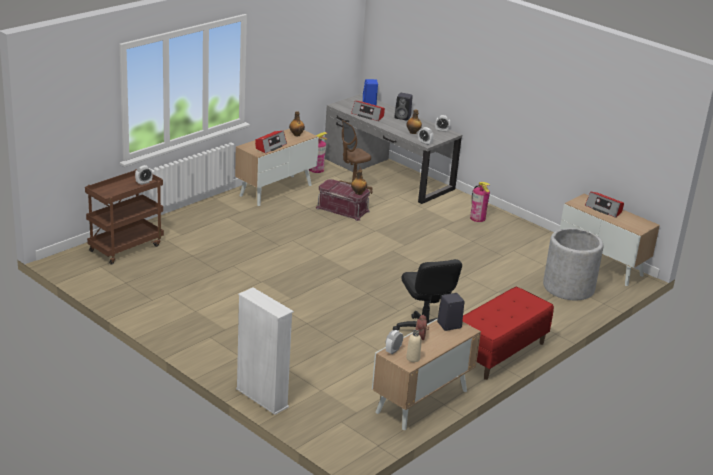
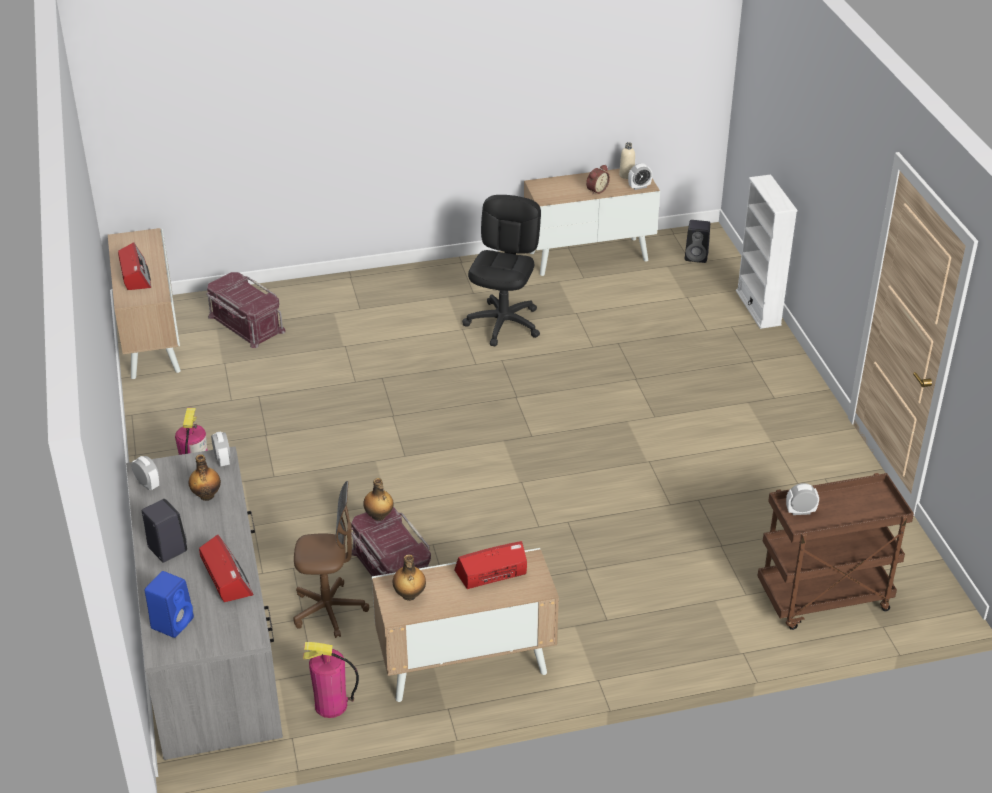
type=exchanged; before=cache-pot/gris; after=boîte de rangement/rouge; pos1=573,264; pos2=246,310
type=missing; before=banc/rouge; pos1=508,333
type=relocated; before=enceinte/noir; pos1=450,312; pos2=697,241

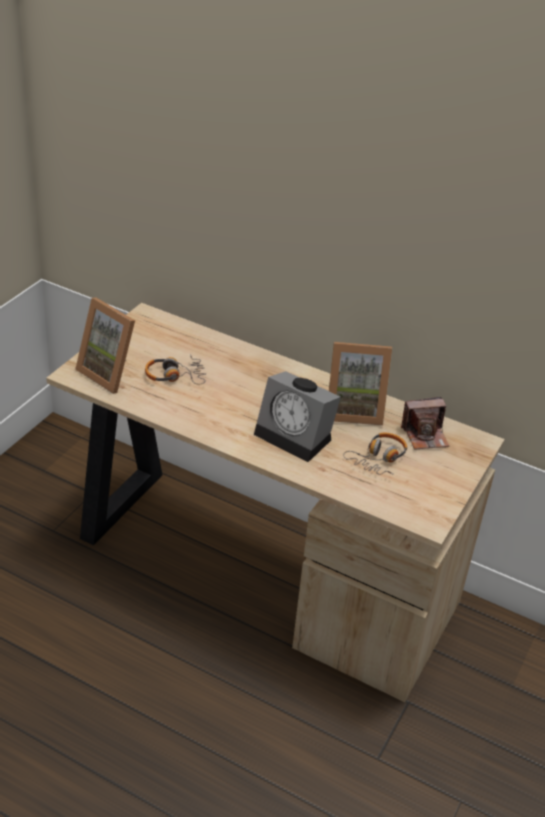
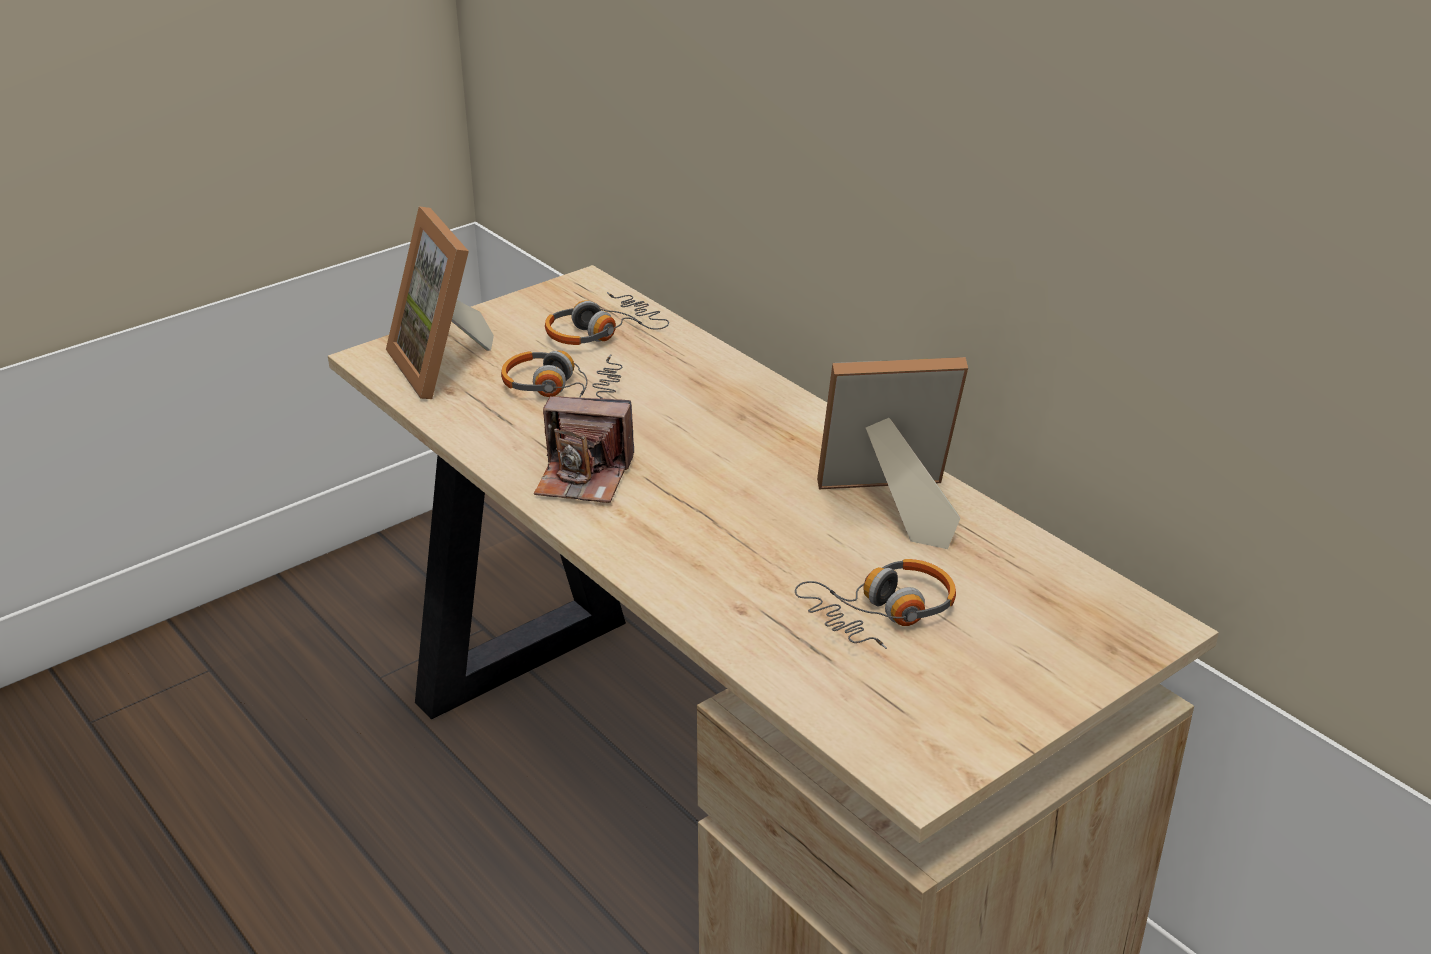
type=spun; before=cadre photo; pos1=360,384; pos2=892,453; turn=150
type=missing; before=réveil; pos1=297,416
type=relocated; before=appareil photo; pos1=425,423; pos2=584,449
type=appeared; after=casque audio; pos2=607,318

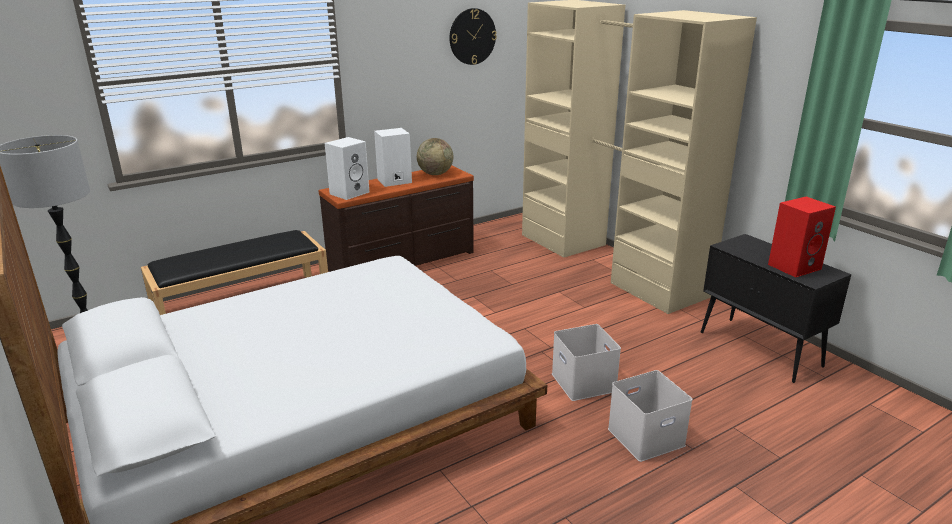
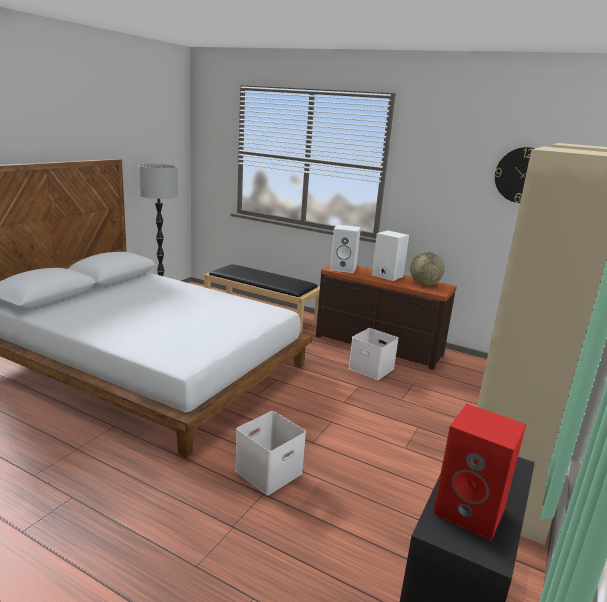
type=relocated; before=boîte de rangement/blanc; pos1=650,416; pos2=373,354

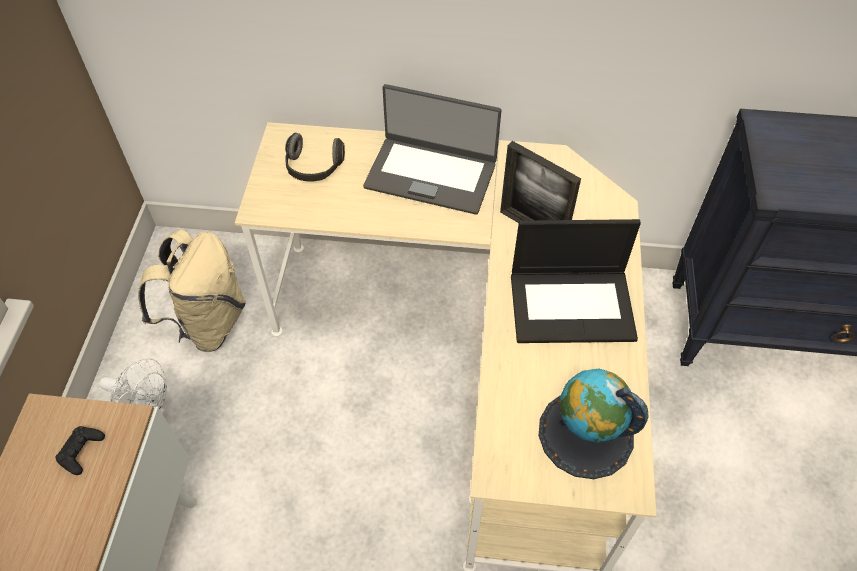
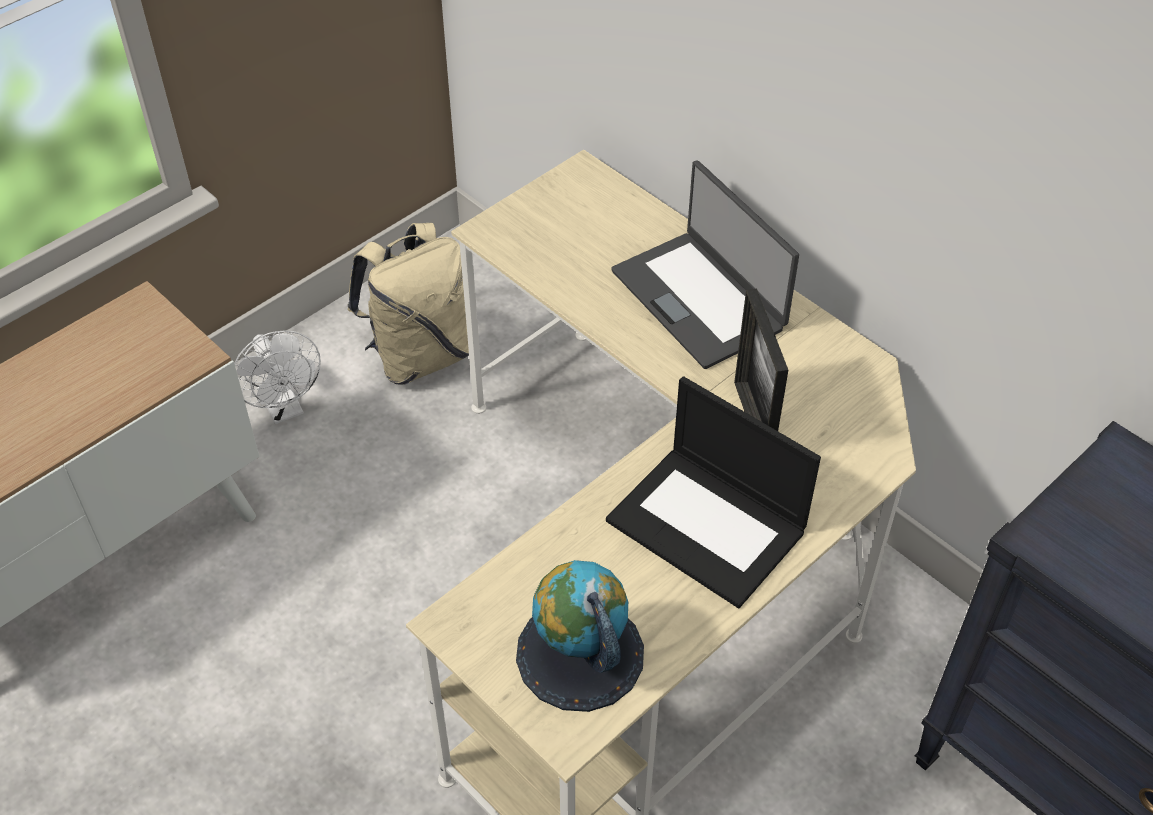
type=missing; before=casque audio; pos1=315,157
type=missing; before=manette/noir; pos1=80,450

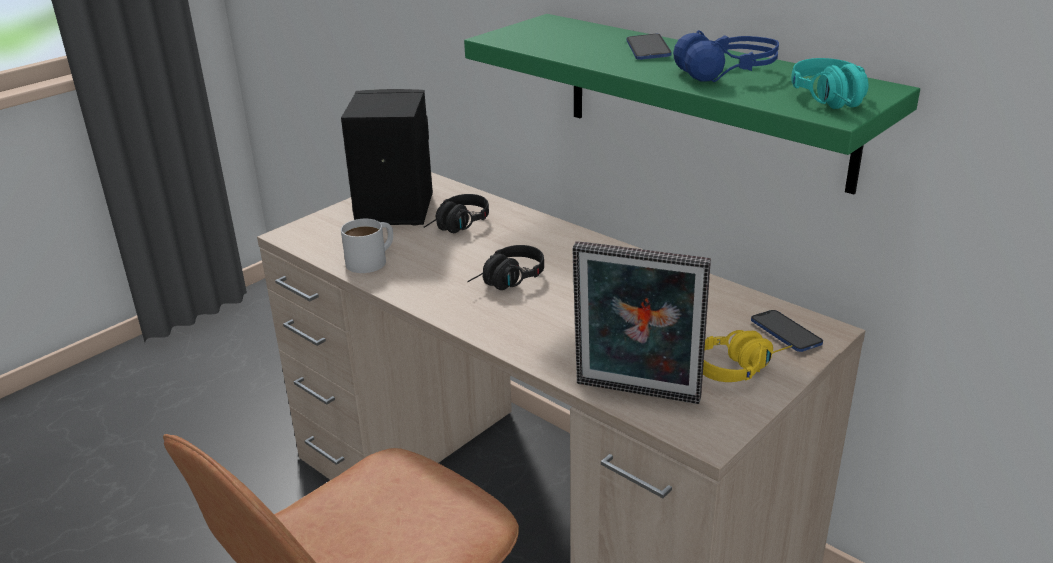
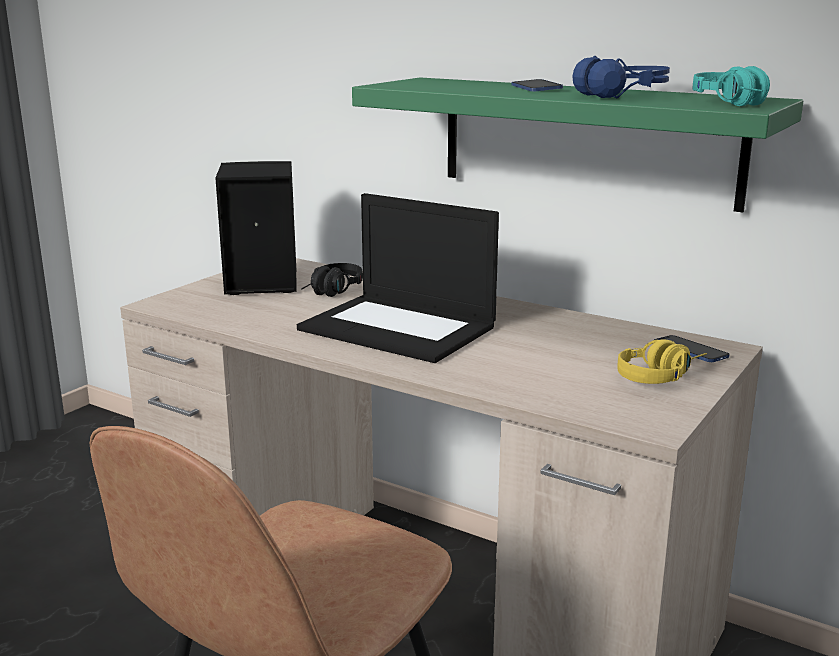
type=missing; before=mug/blanc; pos1=367,246
type=missing; before=cadre photo; pos1=641,322
type=exchanged; before=casque audio/noir; after=ordinateur portable; pos1=505,267; pos2=398,278

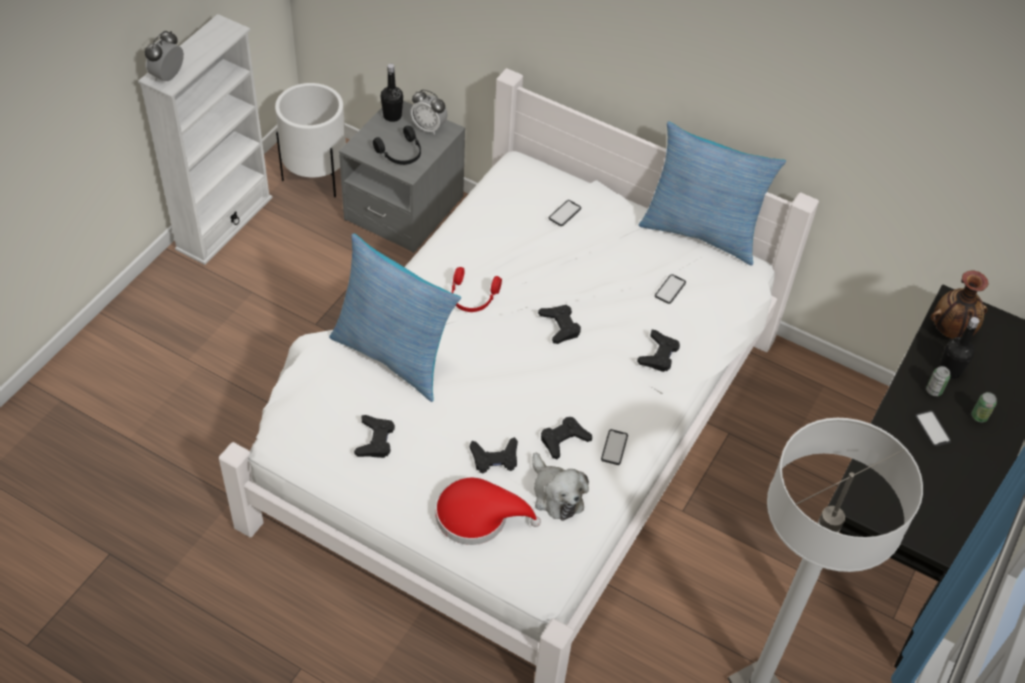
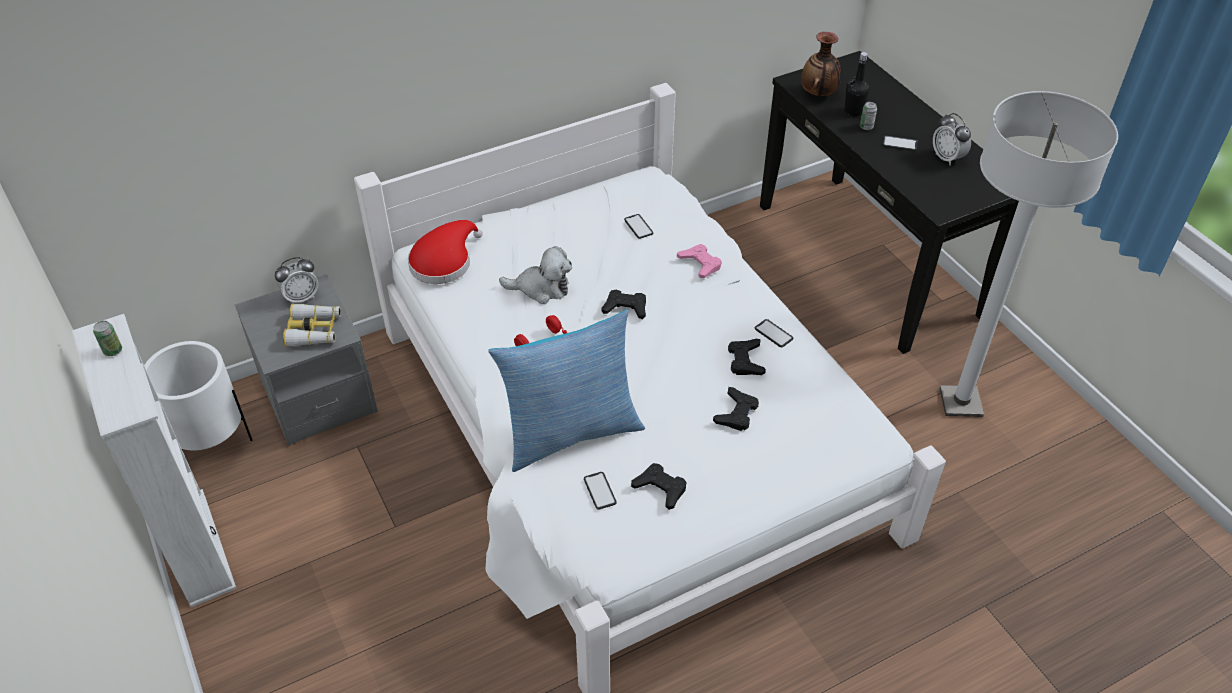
type=relocated; before=réveil; pos1=164,56; pos2=952,139
type=missing; before=bouteille/noir; pos1=392,93
type=missing; before=coussin; pos1=712,193
type=exchanged; before=casque audio/noir; after=jumelles; pos1=397,145; pos2=312,325
type=relocated; before=téléphone; pos1=565,213; pos2=600,491
type=colour; before=manette/noir; after=manette/rose; pos1=658,351; pos2=699,261
type=relocated; before=boîte métallique; pos1=984,407; pos2=107,338
type=relocated; before=peluche; pos1=560,487; pos2=535,275
type=relocated; before=chapeau/rouge; pos1=488,511; pos2=445,252

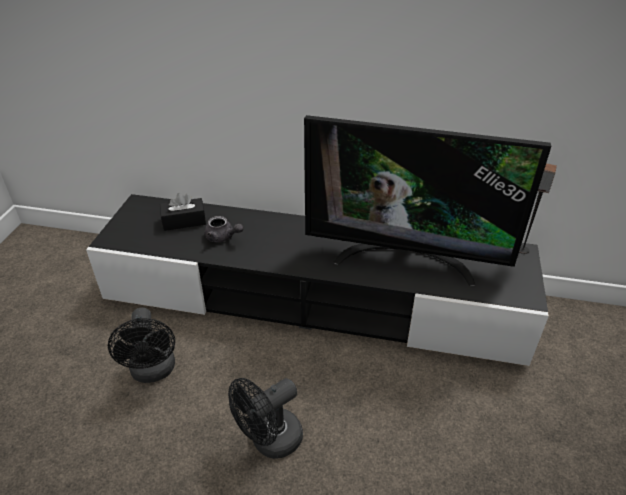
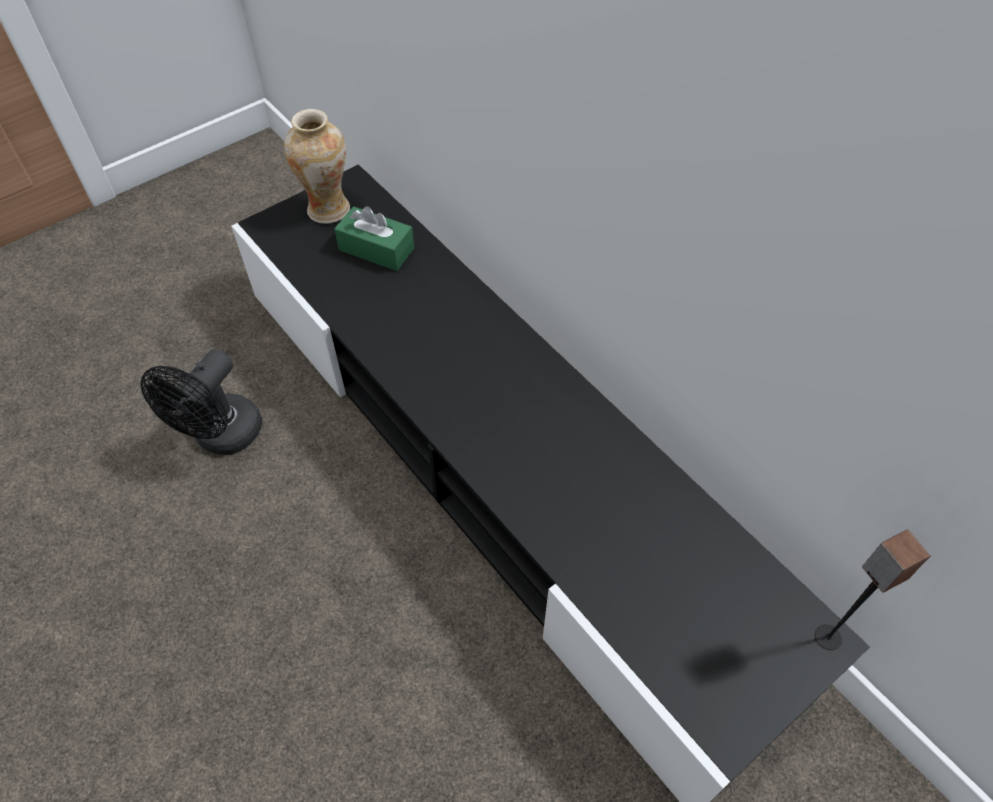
type=missing; before=téléviseur; pos1=427,200
type=colour; before=boîte à mouchoirs/noir; after=boîte à mouchoirs/vert; pos1=183,212; pos2=374,238
type=missing; before=théière/gris; pos1=224,229
type=missing; before=ventilateur/noir; pos1=265,418
type=appeared; after=vase; pos2=317,166

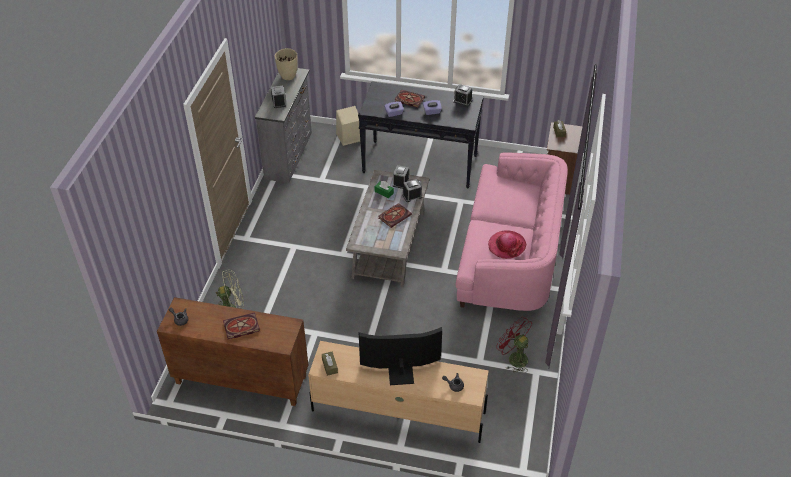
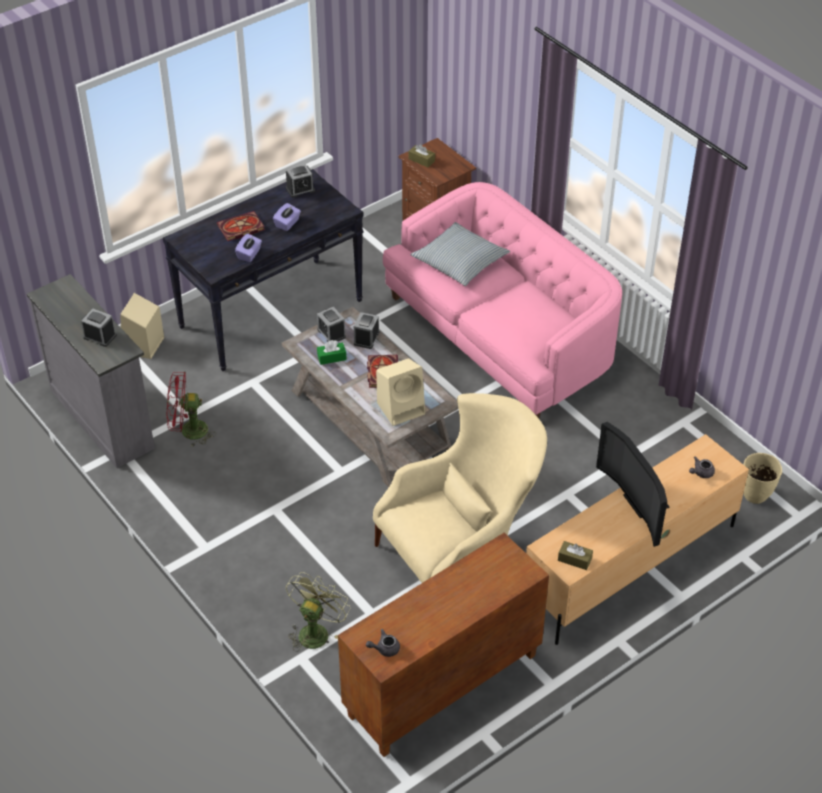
type=relocated; before=vase/beige; pos1=286,64; pos2=762,478
type=missing; before=chapeau; pos1=507,244
type=missing; before=livre; pos1=241,325
type=relocated; before=ventilateur/rouge; pos1=514,345; pos2=191,409
type=spun; before=téléviseur; pos1=400,356; pos2=632,484; turn=-60
type=appeared; after=coussin; pos2=460,254
type=appeared; after=enceinte/beige; pos2=400,392
type=appeared; after=fauteuil/beige; pos2=460,488

